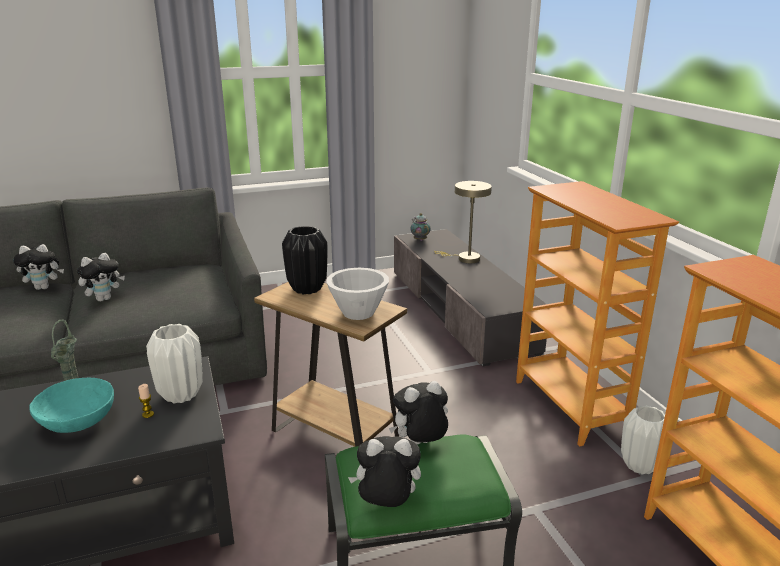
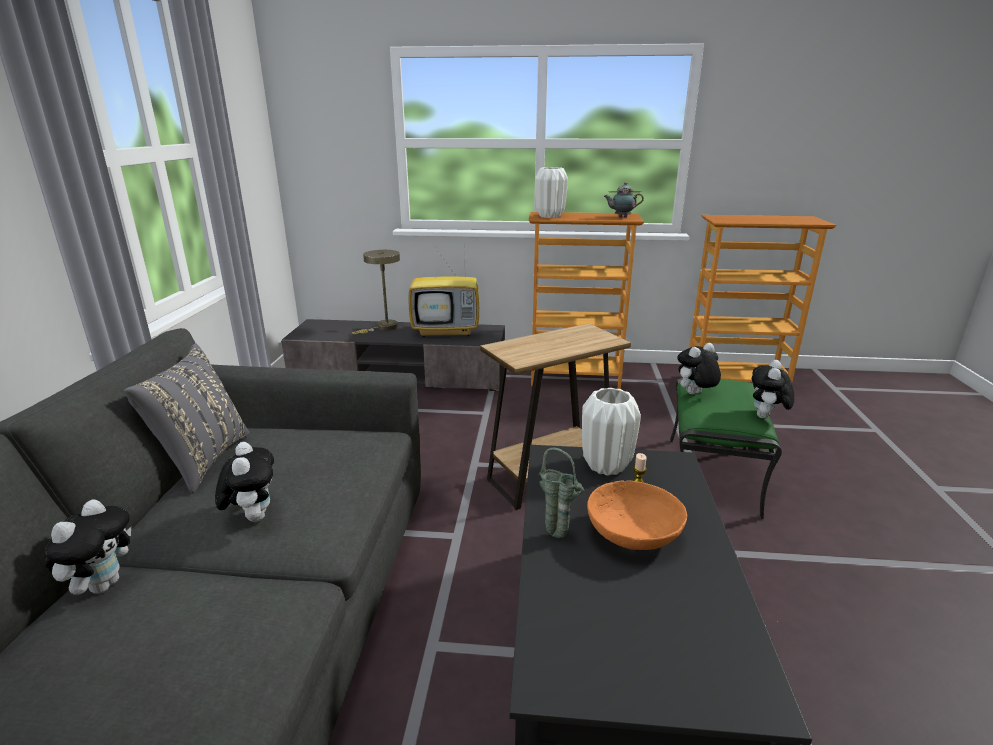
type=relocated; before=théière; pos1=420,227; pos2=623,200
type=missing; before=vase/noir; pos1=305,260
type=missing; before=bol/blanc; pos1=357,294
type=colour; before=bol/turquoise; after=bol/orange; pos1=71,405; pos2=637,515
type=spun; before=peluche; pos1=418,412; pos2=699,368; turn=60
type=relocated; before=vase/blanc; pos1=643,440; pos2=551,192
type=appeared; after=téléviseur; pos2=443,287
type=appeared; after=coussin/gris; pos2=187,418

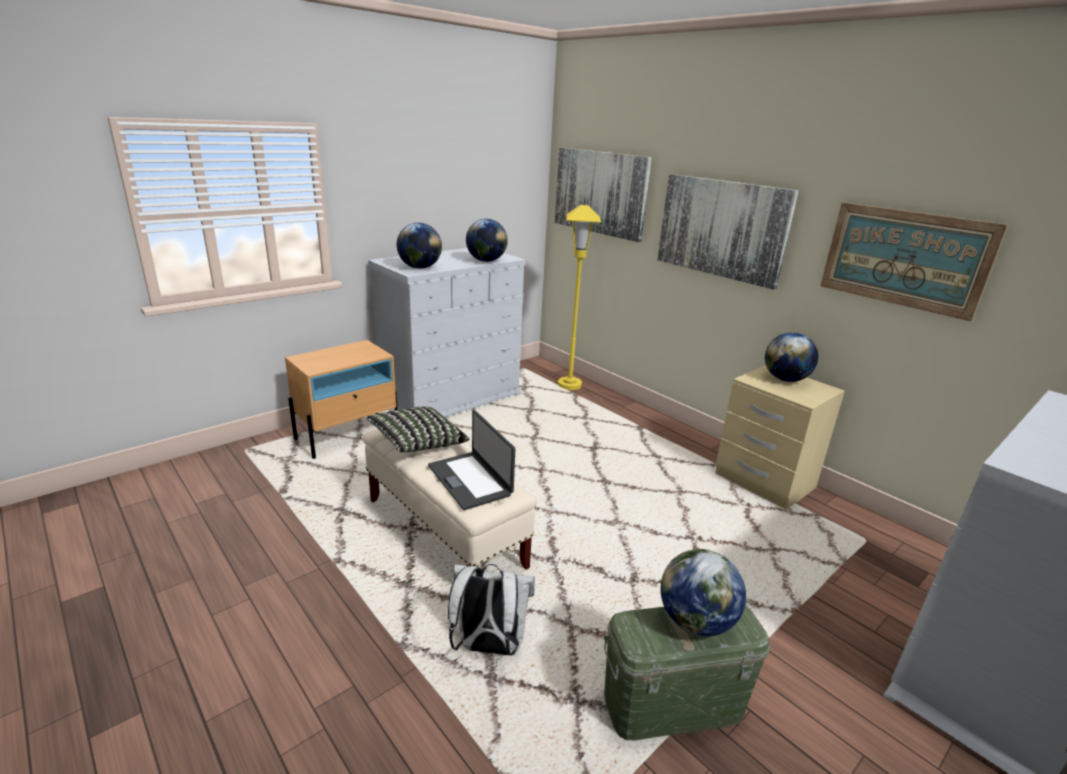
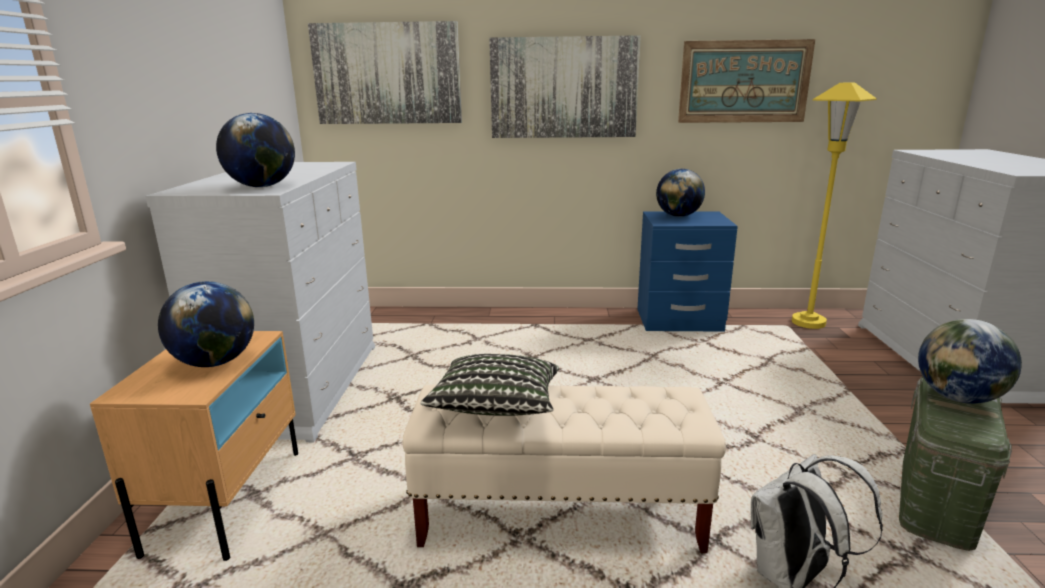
type=relocated; before=lampadaire/jaune; pos1=579,297; pos2=834,206
type=relocated; before=globe; pos1=487,240; pos2=206,324
type=colour; before=table de chevet/beige; after=table de chevet/bleu; pos1=780,437; pos2=687,271
type=missing; before=ordinateur portable; pos1=471,460

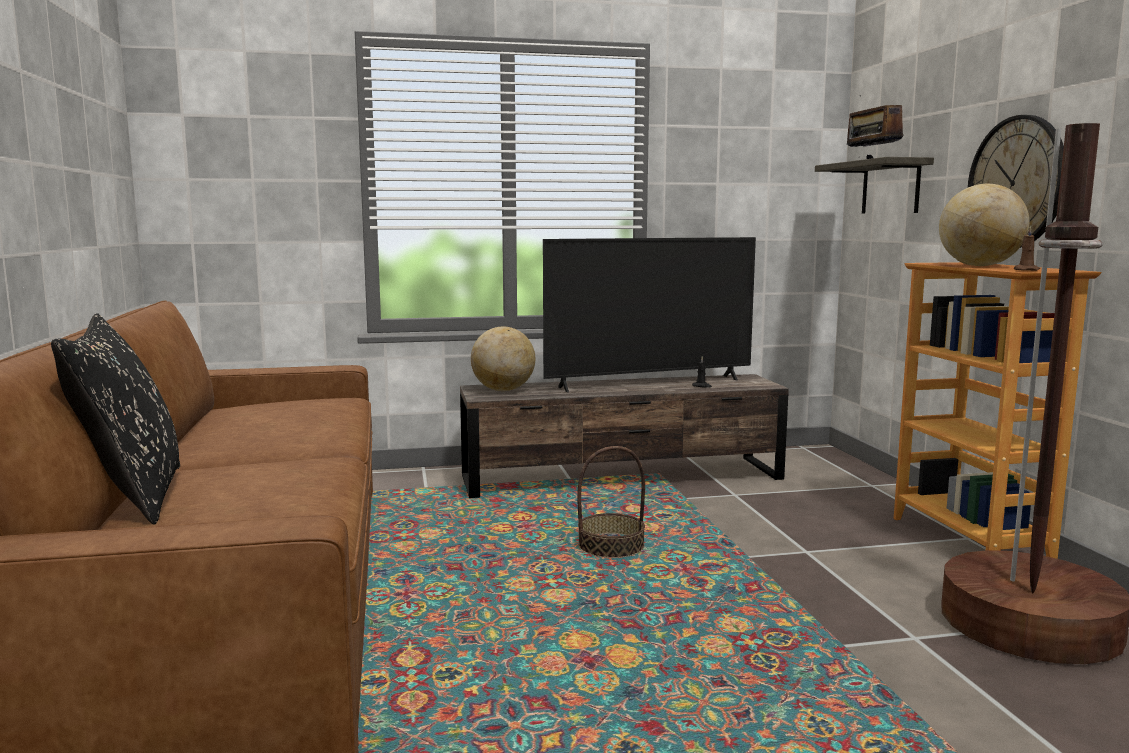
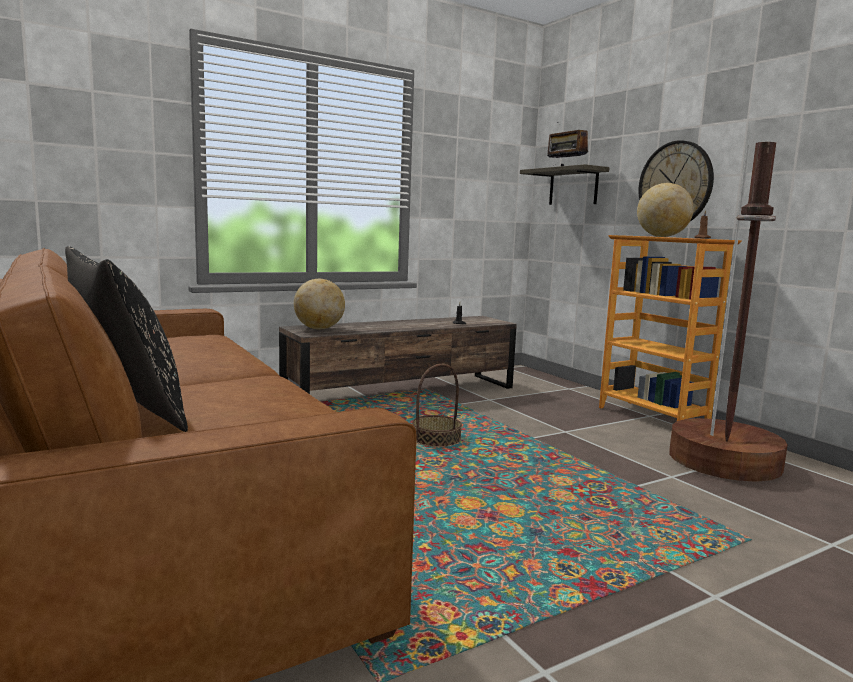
type=missing; before=téléviseur; pos1=649,315

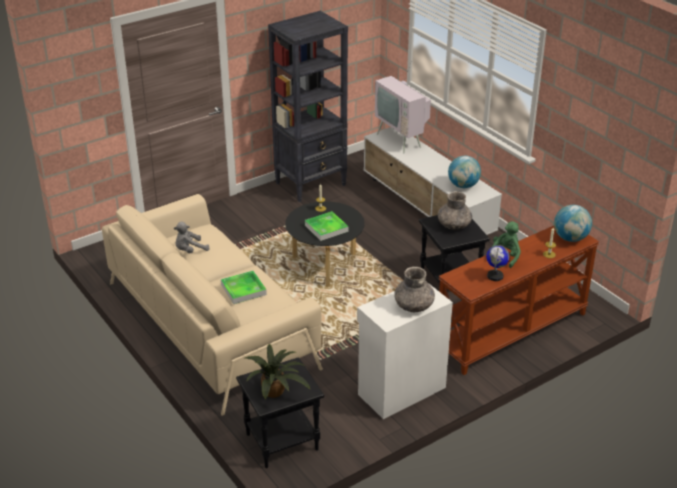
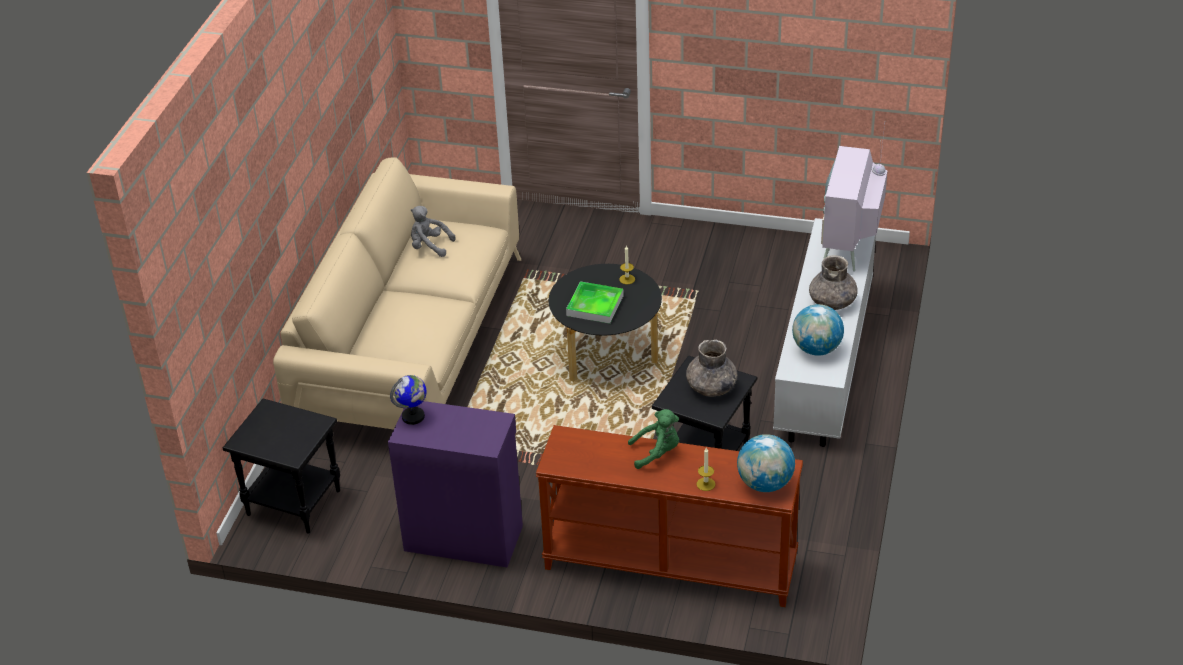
type=missing; before=bibliothèque/noir; pos1=308,106
type=relocated; before=globe; pos1=497,263; pos2=408,400
type=relocated; before=vase/gris; pos1=414,289; pos2=833,282
type=missing; before=plateau; pos1=244,287
type=colour; before=meuble de rangement/blanc; after=meuble de rangement/violet; pos1=405,350; pos2=455,484
type=missing; before=plante en pot; pos1=278,372

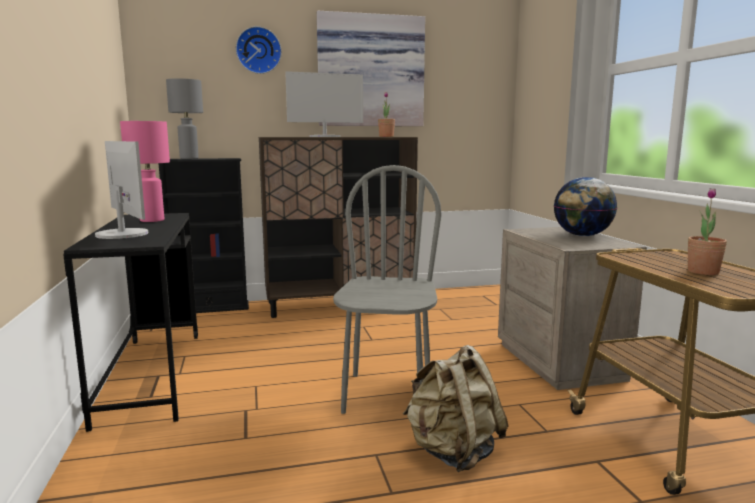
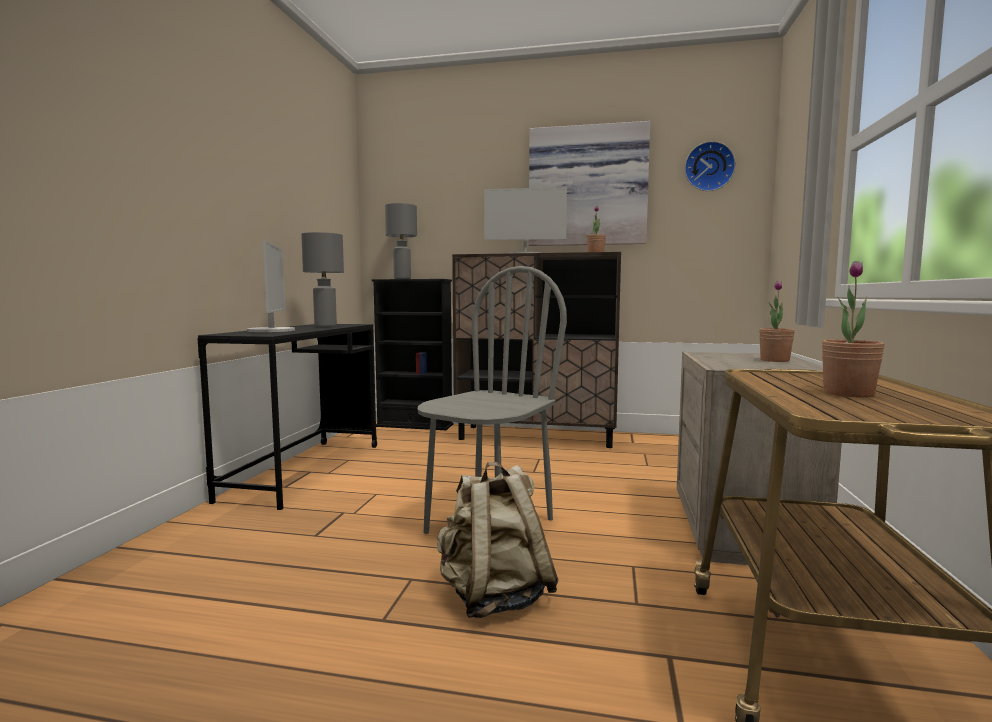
type=relocated; before=horloge murale; pos1=259,50; pos2=710,166
type=colour; before=lampe de table/rose; after=lampe de table/gris; pos1=145,171; pos2=322,279
type=exchanged; before=globe; after=plante en pot; pos1=585,206; pos2=777,321

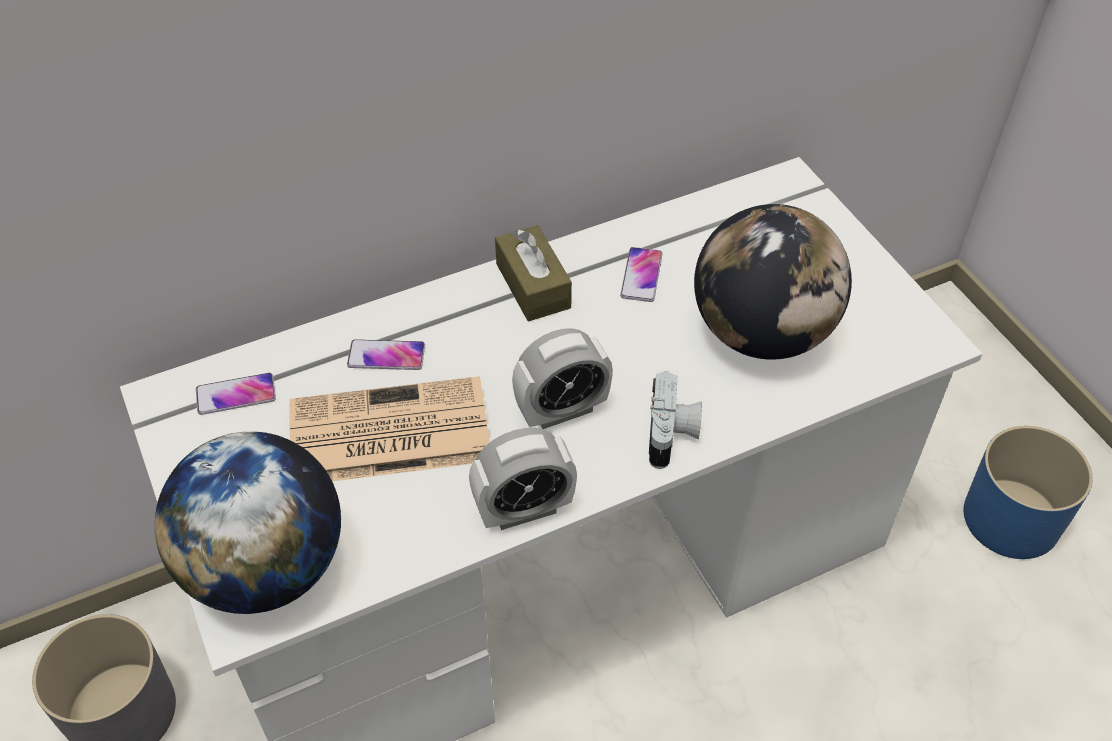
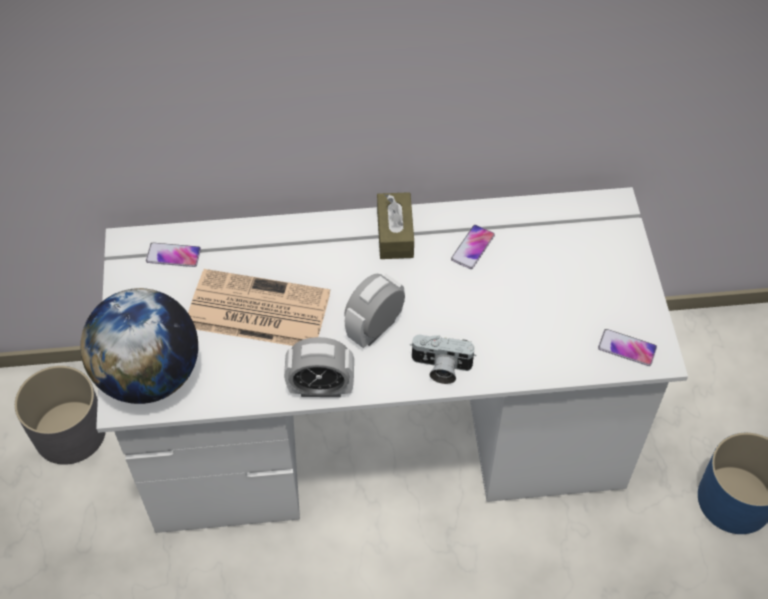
type=missing; before=globe; pos1=773,282
type=spun; before=réveil; pos1=562,378; pos2=374,311; turn=135
type=relocated; before=téléphone; pos1=386,354; pos2=627,347
type=spun; before=appareil photo; pos1=675,420; pos2=443,359; turn=75

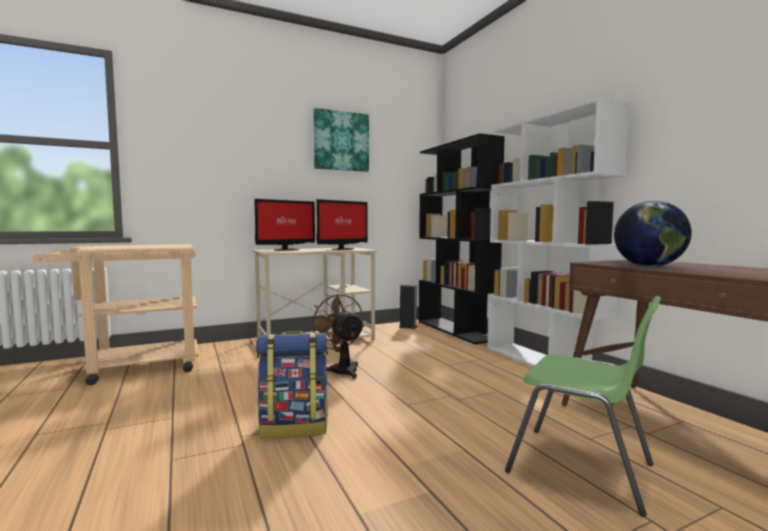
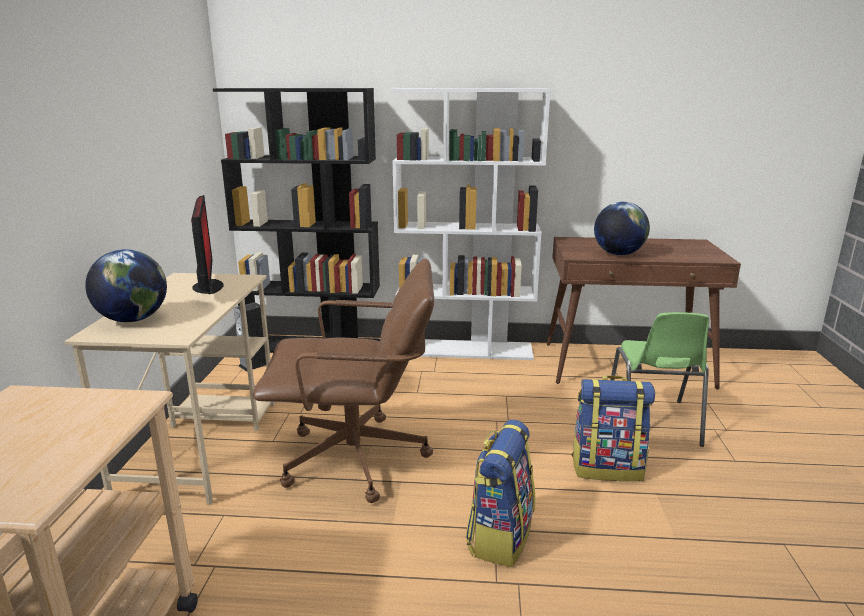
type=missing; before=tableau; pos1=341,140
type=exchanged; before=écran d'ordinateur; after=globe; pos1=284,224; pos2=126,285
type=exchanged; before=ventilateur/marron; after=chaise de bureau/marron; pos1=336,336; pos2=343,381
type=spun; before=chaise/vert; pos1=583,406; pos2=660,379; turn=120
type=appeared; after=sac à dos; pos2=613,428

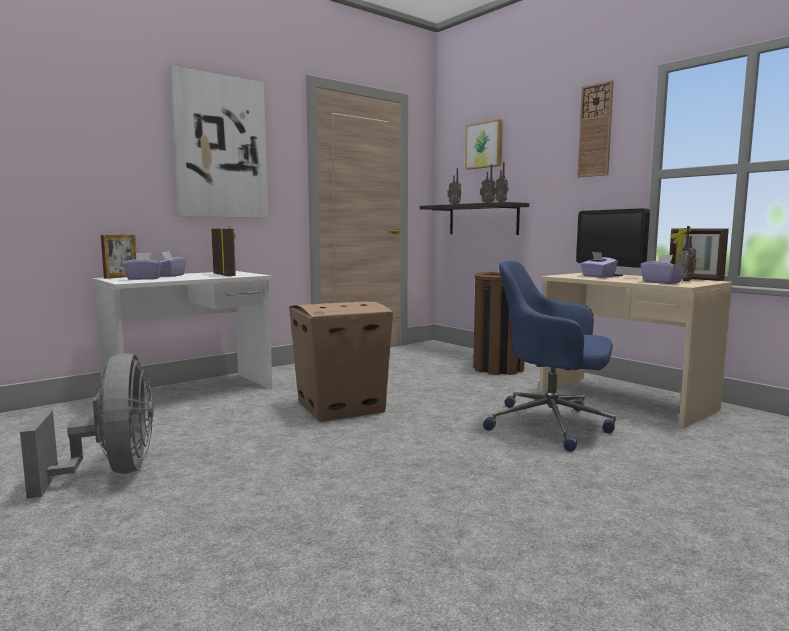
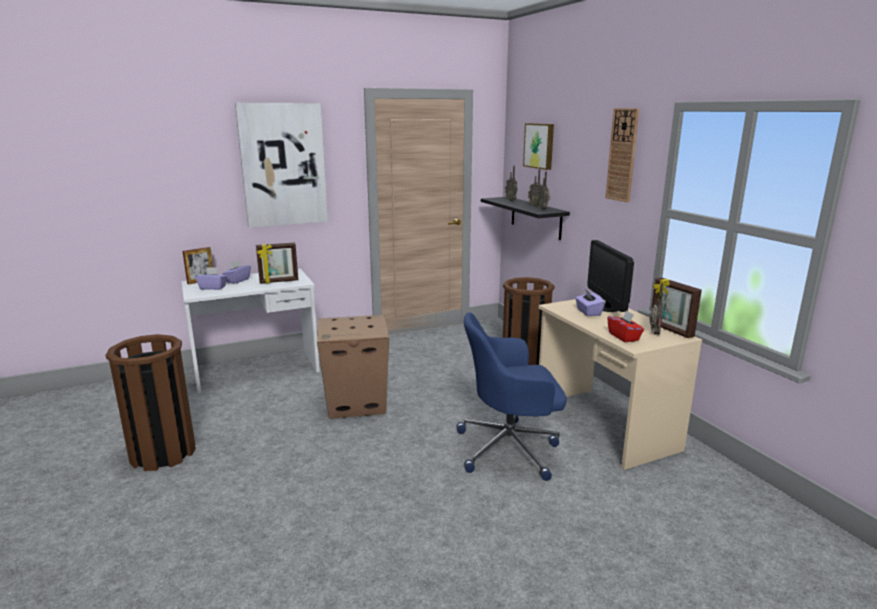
type=spun; before=cadre photo; pos1=223,251; pos2=277,263; turn=90
type=colour; before=boîte à mouchoirs/violet; after=boîte à mouchoirs/rouge; pos1=663,269; pos2=625,326
type=spun; before=chaise de bureau/bleu; pos1=549,356; pos2=511,396; turn=-45
type=exchanged; before=ventilateur/gris; after=poubelle/marron; pos1=87,426; pos2=151,402

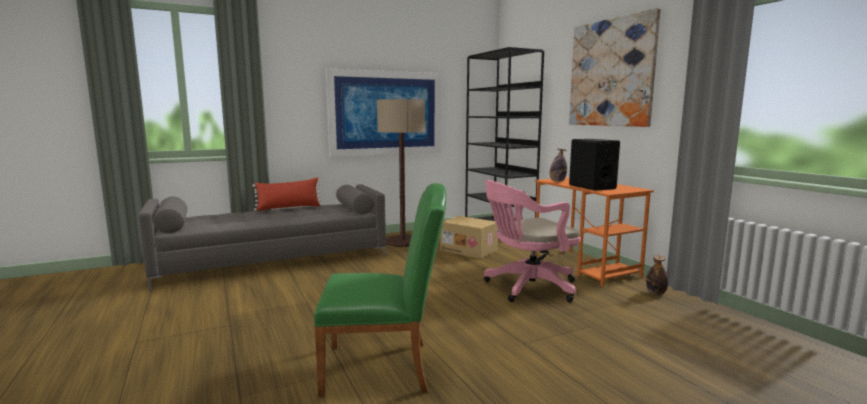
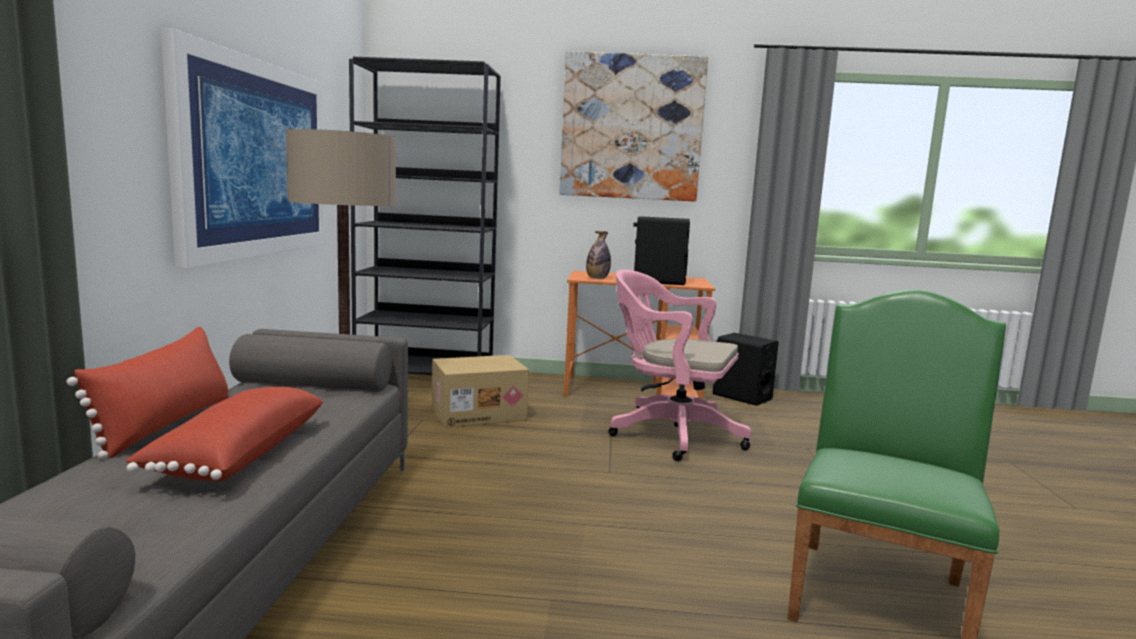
type=spun; before=chaise de bureau/rose; pos1=532,241; pos2=679,365; turn=105
type=exchanged; before=bouteille; after=enceinte/noir; pos1=657,275; pos2=746,369
type=appeared; after=coussin/rouge; pos2=224,434

